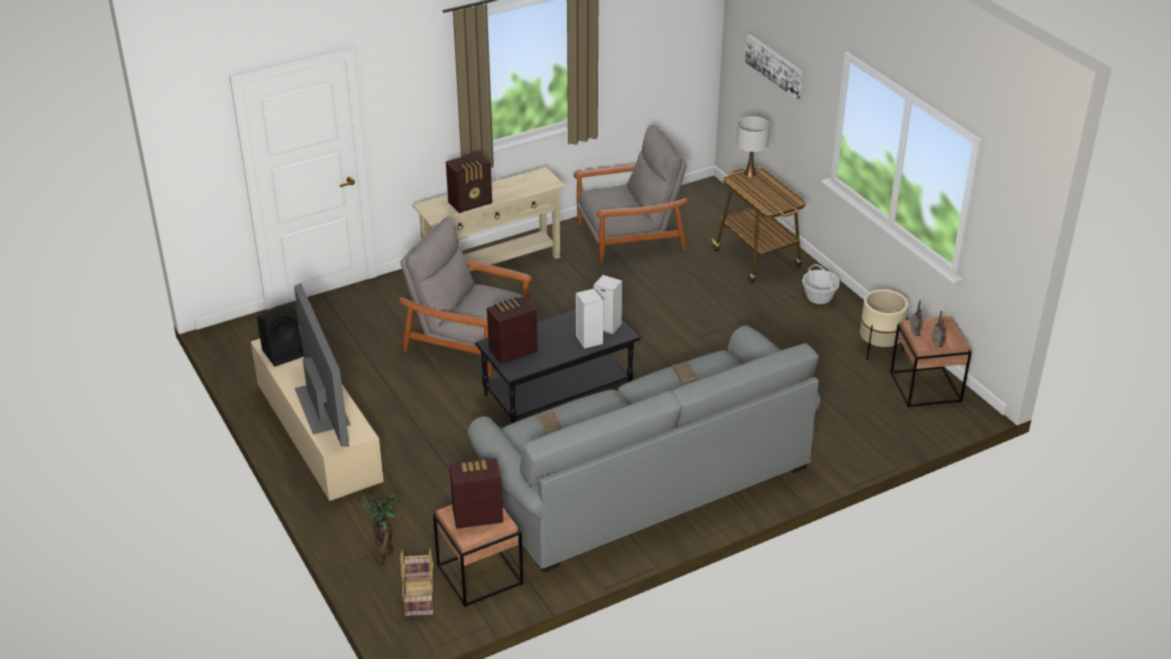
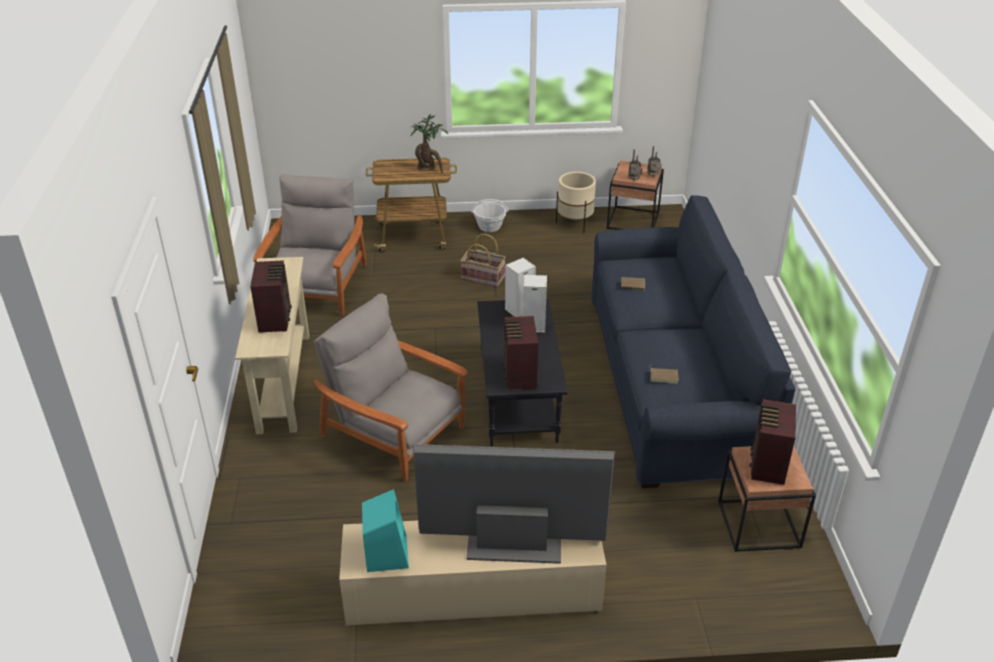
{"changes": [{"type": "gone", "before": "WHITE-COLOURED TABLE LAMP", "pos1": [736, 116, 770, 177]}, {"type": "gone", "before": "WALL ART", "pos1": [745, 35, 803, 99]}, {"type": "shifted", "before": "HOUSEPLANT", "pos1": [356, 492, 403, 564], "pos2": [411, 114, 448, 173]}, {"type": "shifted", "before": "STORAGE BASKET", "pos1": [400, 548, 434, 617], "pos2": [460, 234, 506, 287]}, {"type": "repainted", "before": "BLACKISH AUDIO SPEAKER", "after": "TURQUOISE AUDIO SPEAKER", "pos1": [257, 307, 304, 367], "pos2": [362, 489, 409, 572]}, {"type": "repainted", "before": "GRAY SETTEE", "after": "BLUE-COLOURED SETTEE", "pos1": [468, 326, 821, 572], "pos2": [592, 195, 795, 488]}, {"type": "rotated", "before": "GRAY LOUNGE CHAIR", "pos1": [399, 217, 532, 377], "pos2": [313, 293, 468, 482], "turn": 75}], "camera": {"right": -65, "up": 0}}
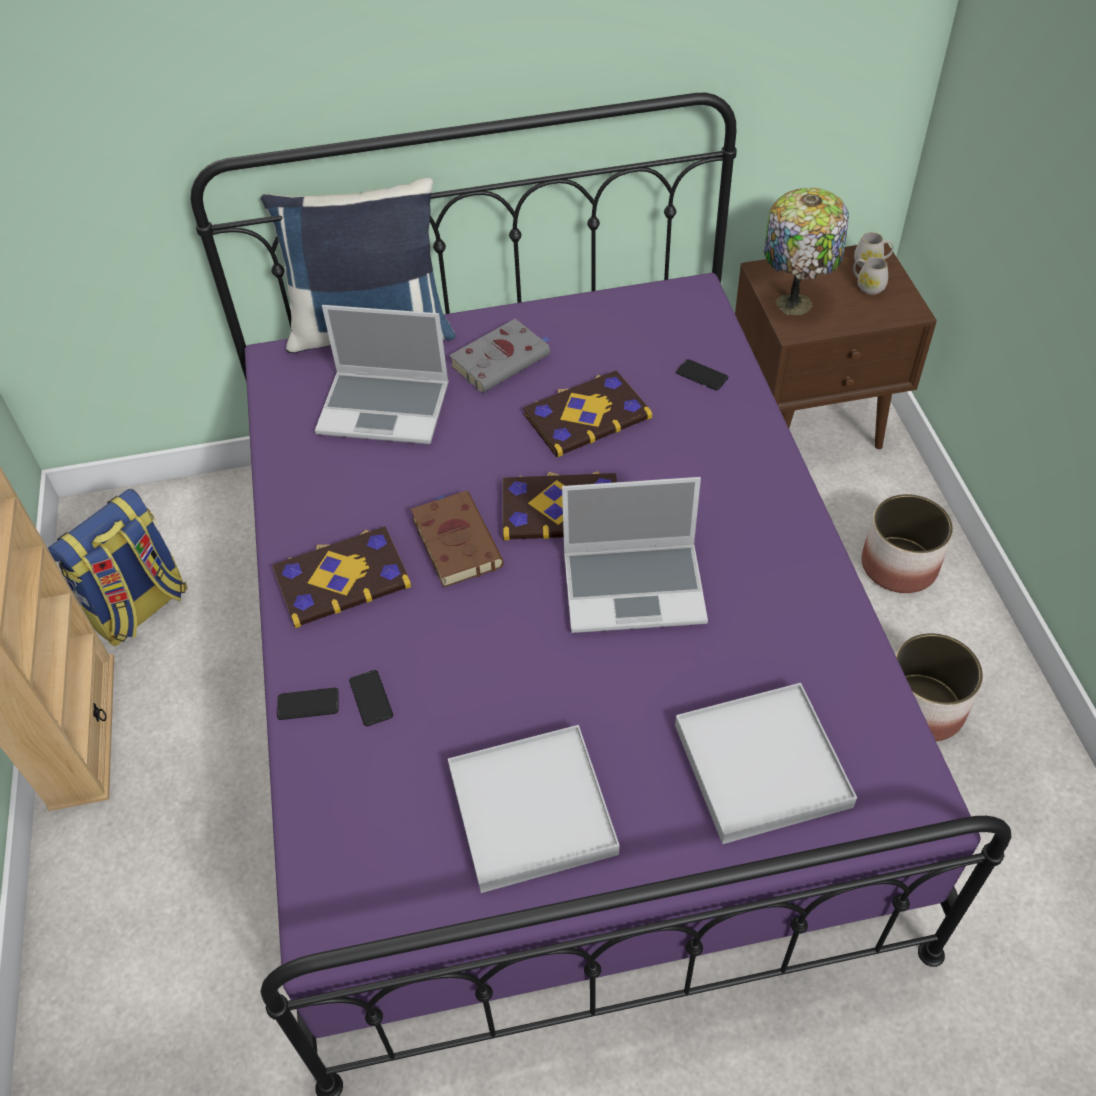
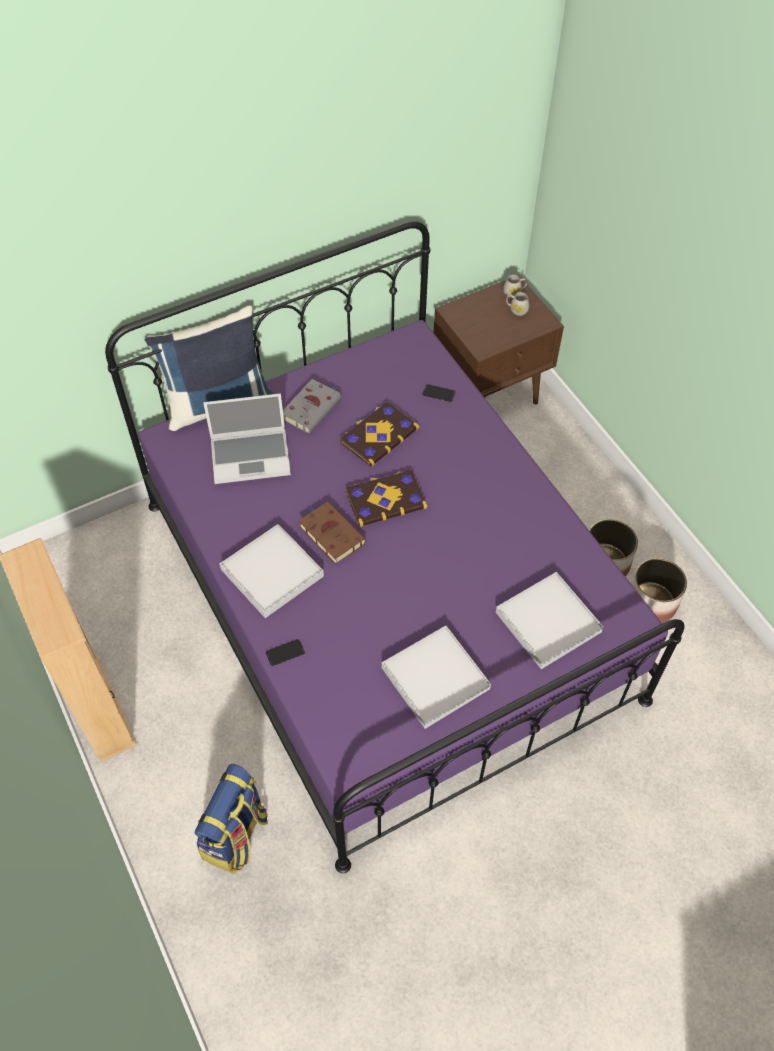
{"changes": [{"type": "gone", "before": "TELEPHONE", "pos1": [349, 670, 393, 726]}, {"type": "gone", "before": "PORTABLE COMPUTER", "pos1": [562, 477, 708, 633]}, {"type": "gone", "before": "TABLE LAMP", "pos1": [764, 188, 849, 315]}, {"type": "shifted", "before": "RUCKSACK", "pos1": [48, 489, 187, 646], "pos2": [194, 764, 268, 874]}, {"type": "shifted", "before": "FLOWER POT", "pos1": [862, 494, 953, 593], "pos2": [631, 558, 687, 623]}, {"type": "swapped", "before": "BOOK", "after": "WHITE-COLOURED TRAY", "pos1": [272, 526, 411, 628], "pos2": [220, 524, 324, 618]}], "camera": {"right": -20, "up": 5}}
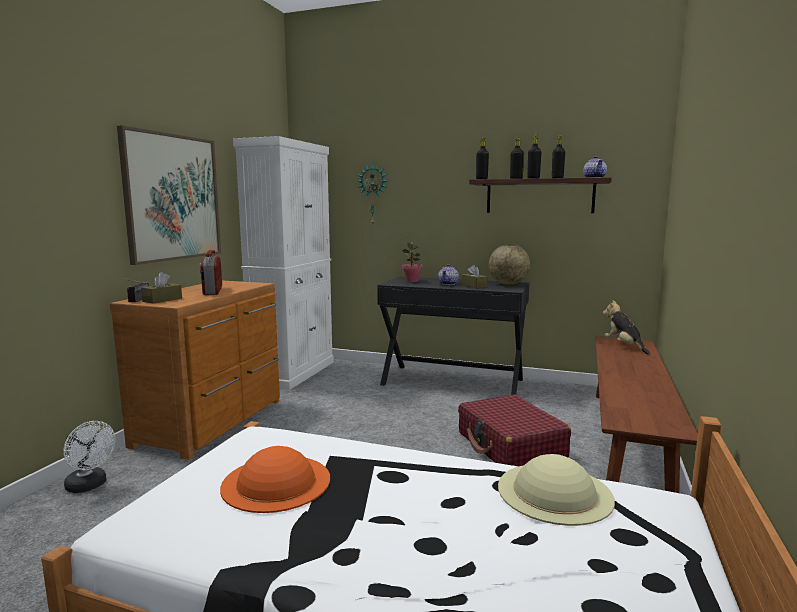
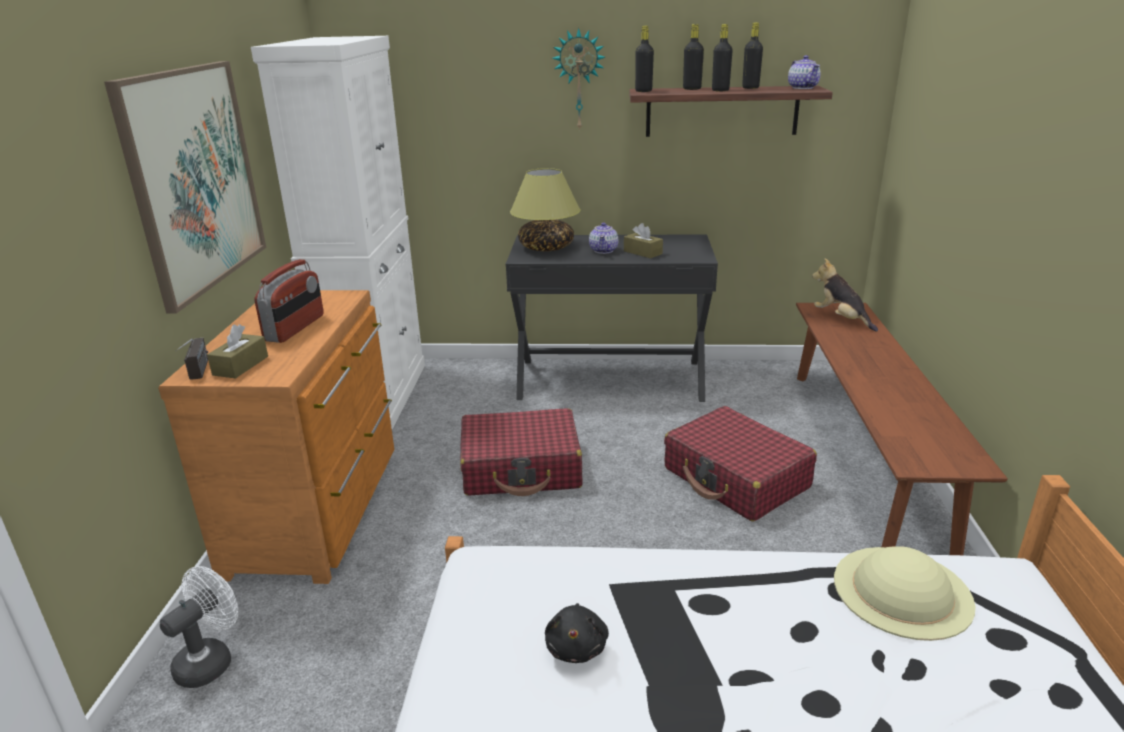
{"changes": [{"type": "gone", "before": "GLOBE", "pos1": [489, 244, 530, 285]}, {"type": "new", "after": "RED-COLOURED SUITCASE", "pos2": [460, 408, 582, 496]}, {"type": "shifted", "before": "HANGING CLOCK", "pos1": [357, 163, 387, 224], "pos2": [552, 28, 605, 131]}, {"type": "swapped", "before": "ORANGE-COLOURED WEARABLE HAT", "after": "BLACKISH SOFT TOY", "pos1": [220, 446, 330, 513], "pos2": [545, 603, 609, 663]}, {"type": "swapped", "before": "HOUSEPLANT", "after": "TABLE LAMP", "pos1": [402, 242, 422, 282], "pos2": [510, 168, 580, 251]}, {"type": "rotated", "before": "WHITE-COLOURED ELECTRIC FAN", "pos1": [63, 421, 115, 493], "pos2": [160, 566, 238, 688], "turn": -75}, {"type": "rotated", "before": "RADIO SET", "pos1": [200, 250, 222, 295], "pos2": [255, 259, 324, 343], "turn": -135}], "camera": {"right": -15, "up": 15}}
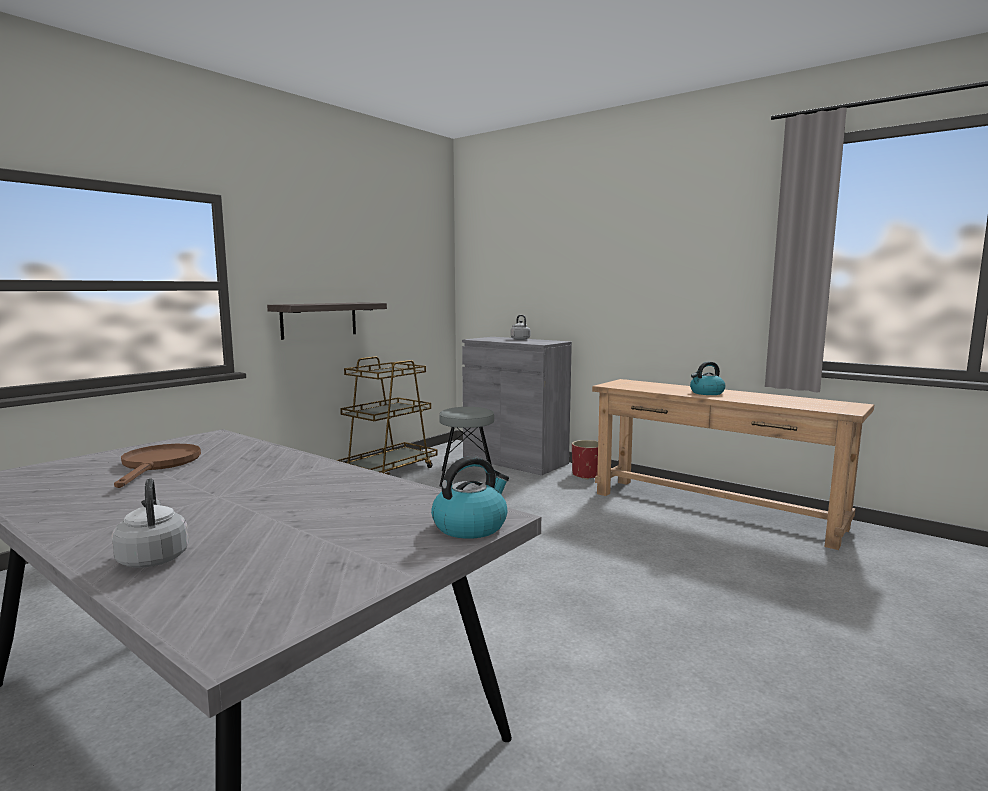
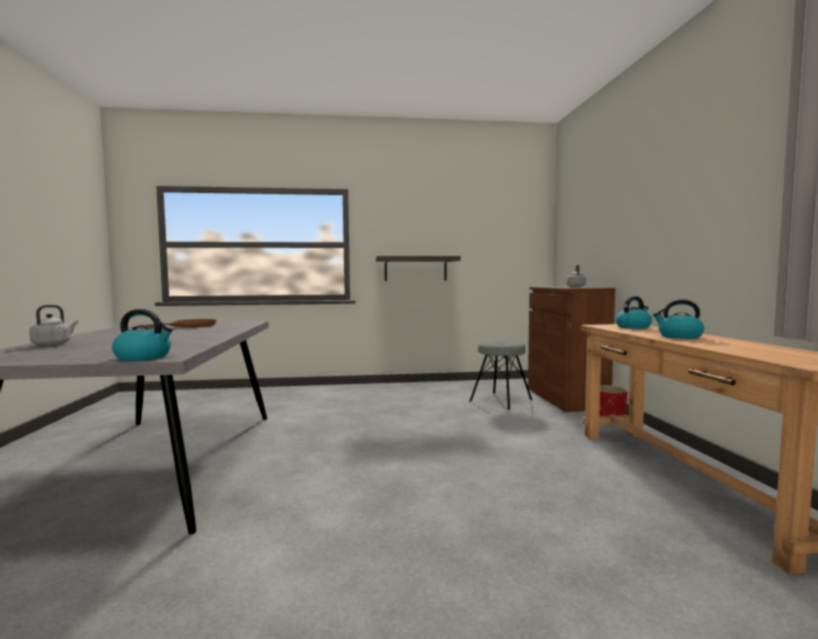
{"changes": [{"type": "gone", "before": "BROWN TROLLEY", "pos1": [337, 357, 438, 475]}, {"type": "new", "after": "WATER KETTLE", "pos2": [616, 296, 652, 329]}, {"type": "repainted", "before": "GRAY STORAGE CABINET", "after": "BROWN STORAGE CABINET", "pos1": [462, 337, 572, 475], "pos2": [528, 287, 615, 412]}], "camera": {"right": 45, "up": -5}}
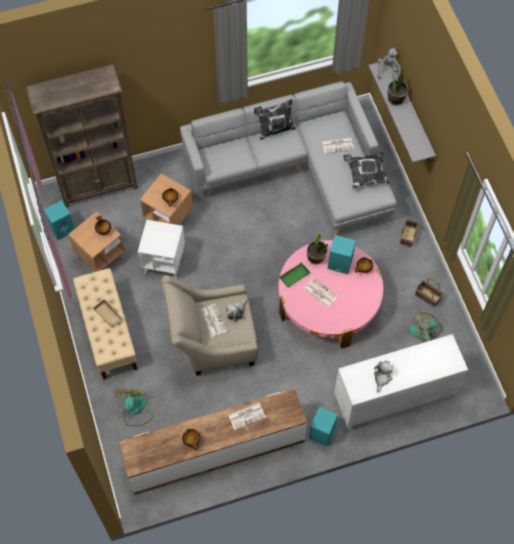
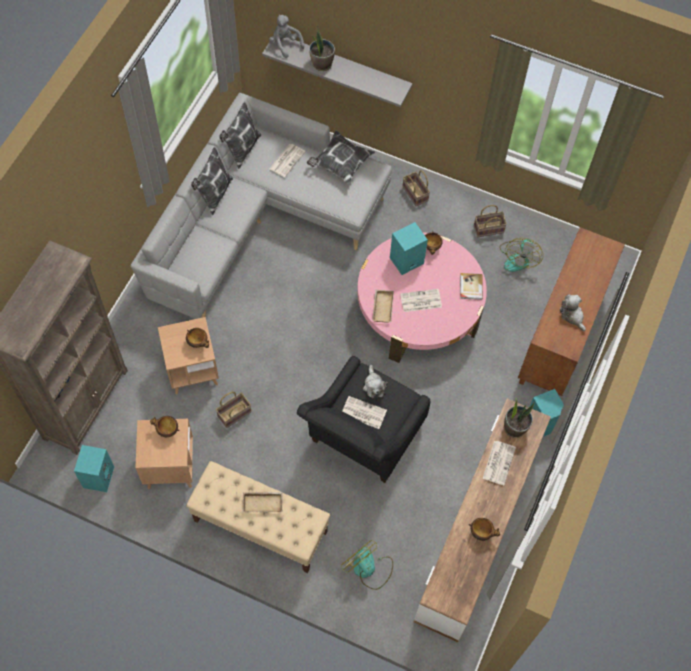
{"changes": [{"type": "new", "after": "CUSHION", "pos2": [219, 102, 261, 169]}, {"type": "new", "after": "BOOK", "pos2": [460, 273, 483, 300]}, {"type": "shifted", "before": "HOUSEPLANT", "pos1": [307, 232, 328, 265], "pos2": [504, 399, 534, 438]}, {"type": "swapped", "before": "WHITE-COLOURED END TABLE", "after": "STORAGE BASKET", "pos1": [138, 220, 185, 279], "pos2": [216, 392, 251, 428]}, {"type": "repainted", "before": "BEIGE LOUNGE CHAIR", "after": "BLACKISH LOUNGE CHAIR", "pos1": [161, 275, 258, 376], "pos2": [297, 356, 431, 483]}, {"type": "repainted", "before": "GREEN-COLOURED TRAY", "after": "BEIGE TRAY", "pos1": [279, 262, 311, 288], "pos2": [372, 290, 394, 323]}, {"type": "repainted", "before": "WHITE-COLOURED STORAGE CABINET", "after": "BROWN STORAGE CABINET", "pos1": [334, 334, 468, 429], "pos2": [518, 227, 625, 396]}], "camera": {"right": -50, "up": 0}}
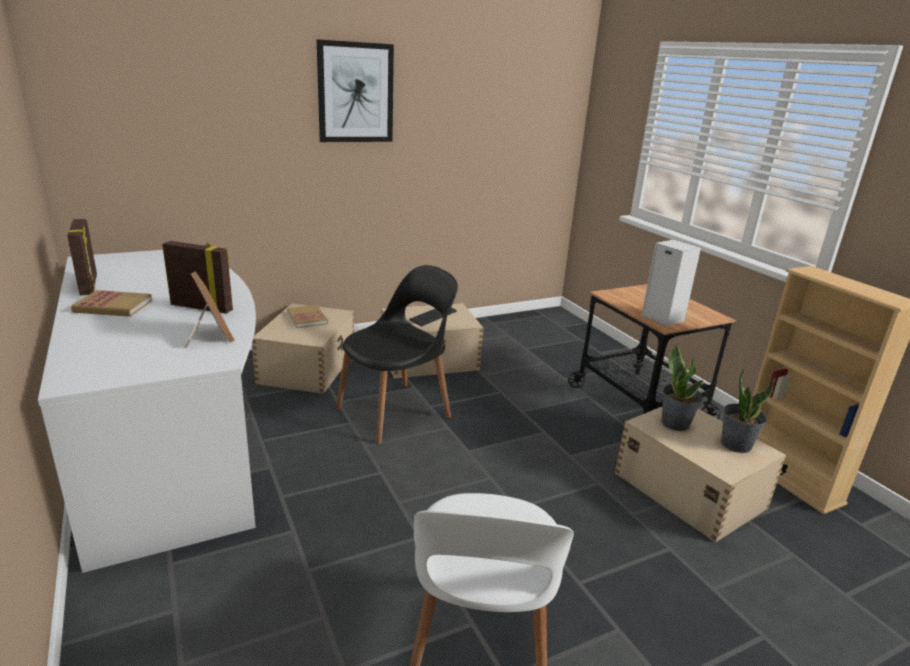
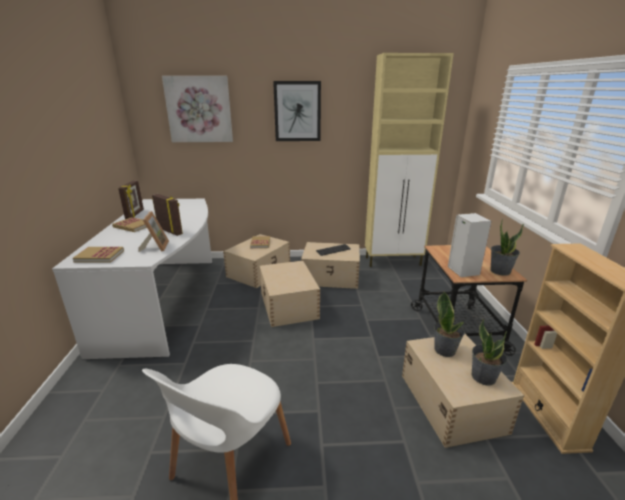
{"changes": [{"type": "new", "after": "BOOK", "pos2": [73, 247, 124, 263]}, {"type": "new", "after": "WALL ART", "pos2": [162, 76, 233, 142]}, {"type": "new", "after": "BEIGE STORAGE CABINET", "pos2": [365, 53, 454, 267]}, {"type": "new", "after": "HOUSEPLANT", "pos2": [490, 219, 524, 276]}, {"type": "swapped", "before": "BLACKISH UPRIGHT CHAIR", "after": "BEIGE STORAGE CONTAINER", "pos1": [336, 265, 458, 444], "pos2": [260, 260, 320, 327]}], "camera": {"right": 25, "up": 0}}
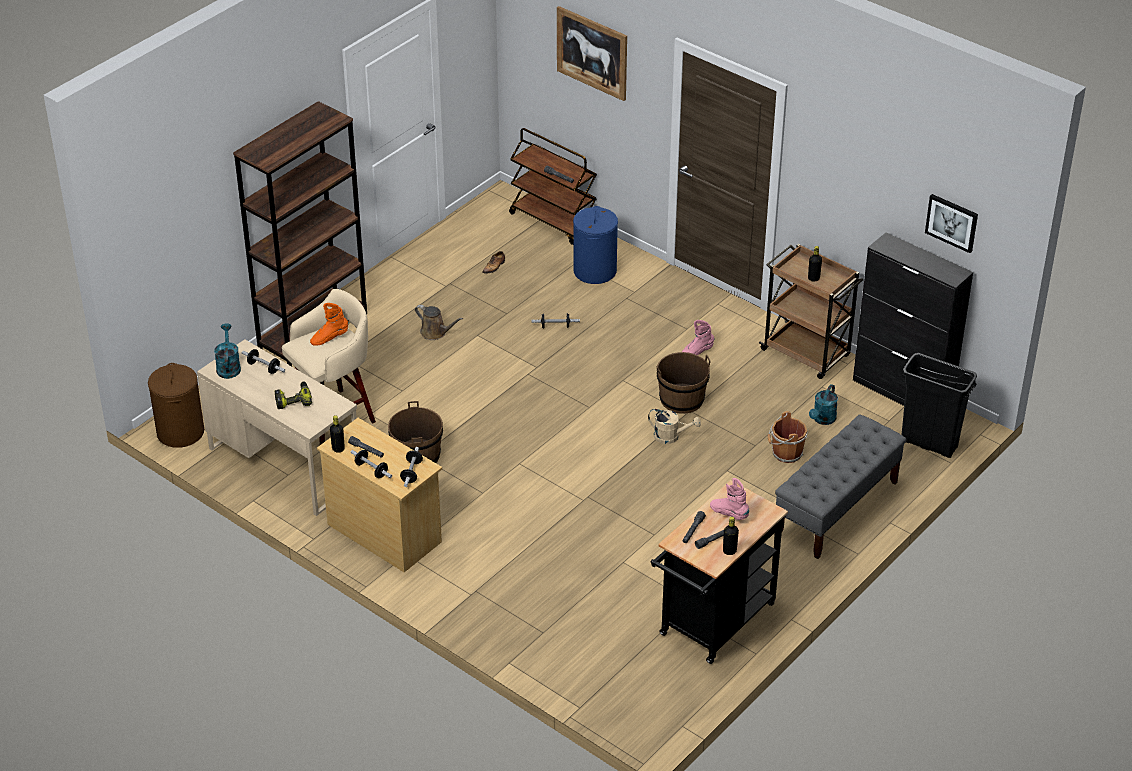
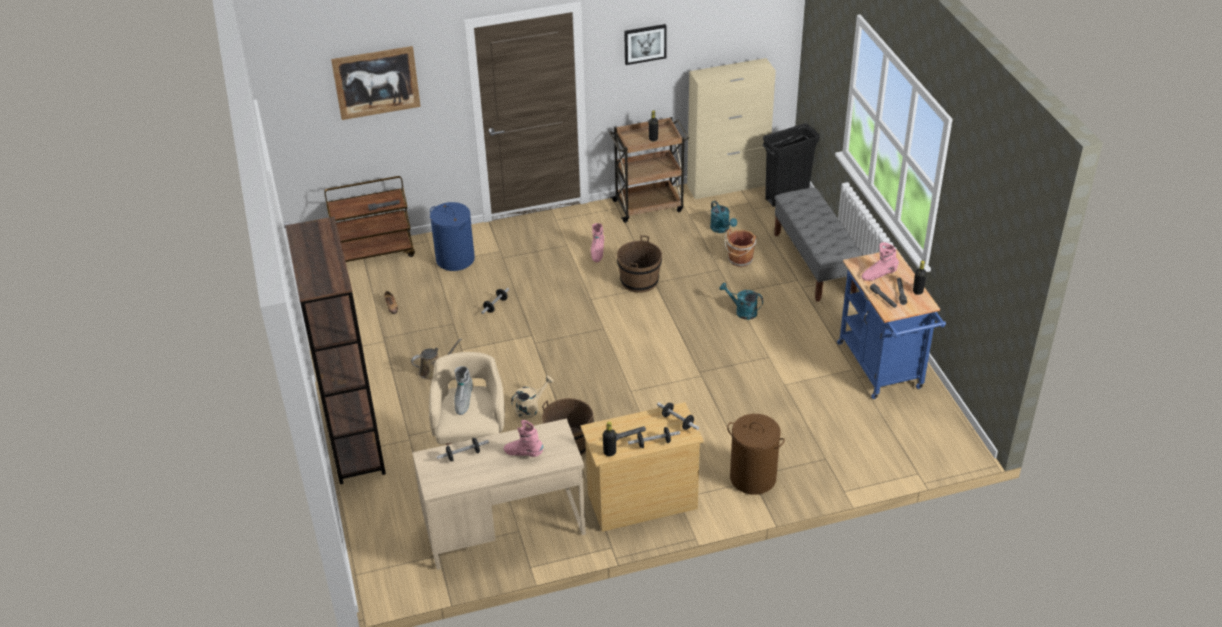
{"changes": [{"type": "shifted", "before": "BROWN LAUNDRY BASKET", "pos1": [148, 363, 204, 448], "pos2": [727, 414, 785, 495]}, {"type": "shifted", "before": "TURQUOISE WATERING CAN", "pos1": [214, 323, 241, 379], "pos2": [719, 283, 763, 320]}, {"type": "shifted", "before": "BEIGE WATERING CAN", "pos1": [648, 409, 701, 444], "pos2": [511, 375, 554, 419]}, {"type": "shifted", "before": "WALL ART", "pos1": [925, 194, 978, 253], "pos2": [624, 24, 667, 65]}, {"type": "swapped", "before": "DRILL", "after": "PINKISH BOOT", "pos1": [274, 381, 312, 409], "pos2": [504, 420, 543, 457]}, {"type": "repainted", "before": "ORANGE-COLOURED BOOT", "after": "GRAY BOOT", "pos1": [310, 303, 349, 346], "pos2": [454, 366, 473, 415]}, {"type": "repainted", "before": "BLACKISH TROLLEY", "after": "BLUE-COLOURED TROLLEY", "pos1": [651, 480, 788, 664], "pos2": [837, 249, 946, 399]}, {"type": "repainted", "before": "BLACKISH STORAGE CABINET", "after": "BEIGE STORAGE CABINET", "pos1": [853, 233, 973, 406], "pos2": [687, 58, 776, 199]}], "camera": {"right": -55, "up": 0}}
